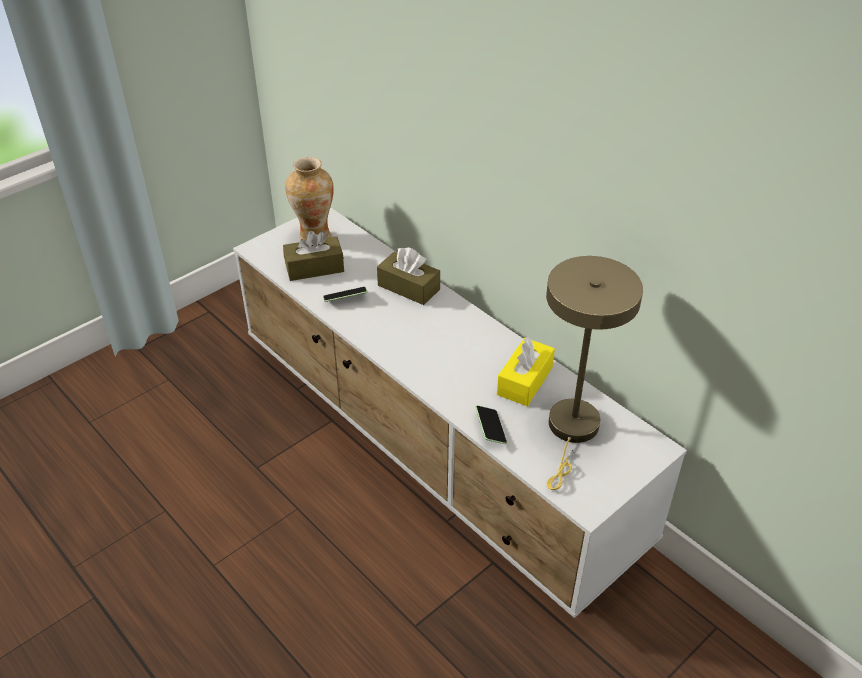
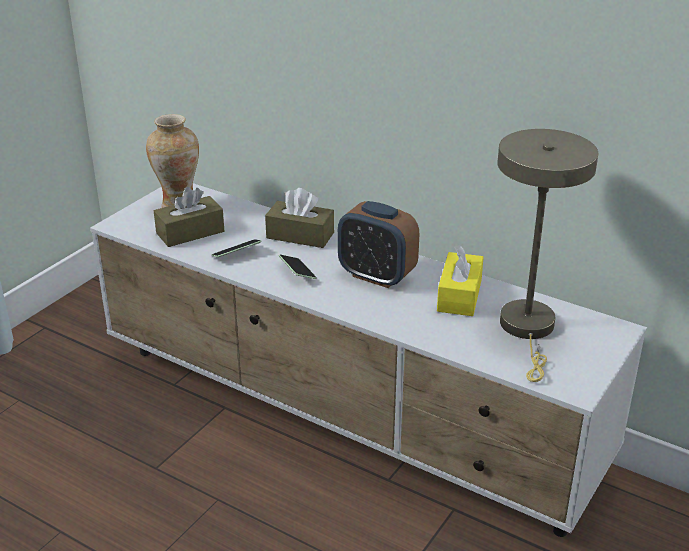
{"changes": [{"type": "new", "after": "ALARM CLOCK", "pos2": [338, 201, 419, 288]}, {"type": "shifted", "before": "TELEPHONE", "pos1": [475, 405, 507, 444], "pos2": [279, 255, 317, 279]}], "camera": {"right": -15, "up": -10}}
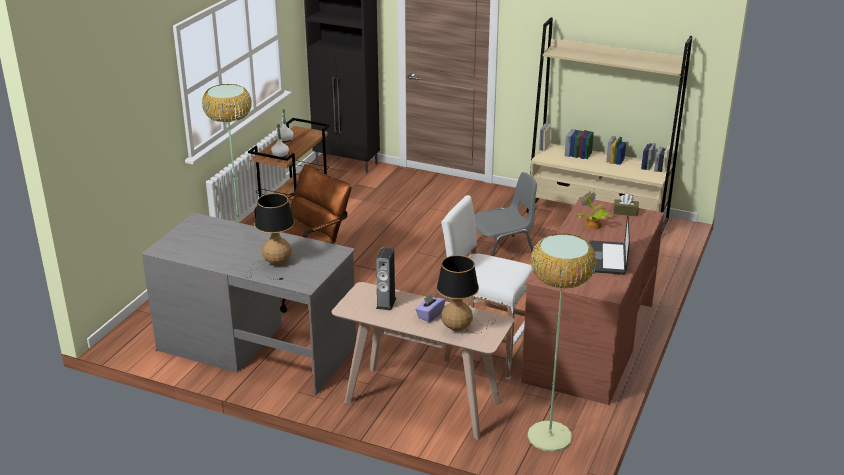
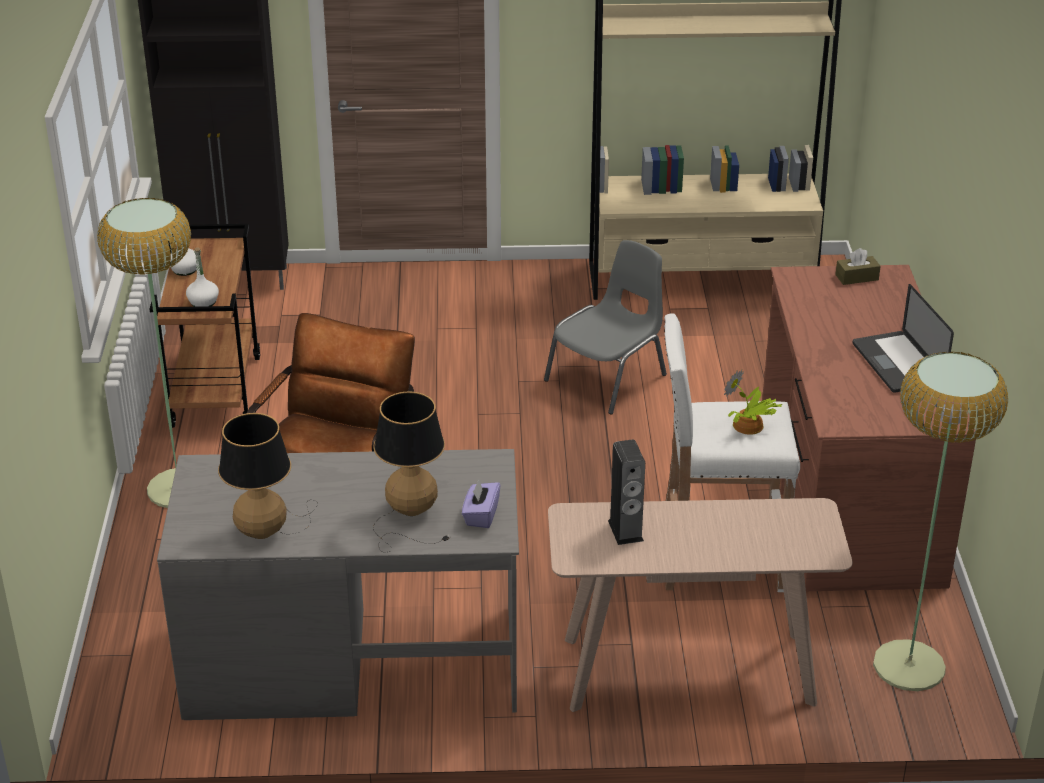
{"changes": [{"type": "shifted", "before": "PURPLISH TISSUE HOLDER", "pos1": [415, 293, 445, 322], "pos2": [462, 480, 500, 528]}, {"type": "shifted", "before": "TABLE LAMP", "pos1": [436, 255, 496, 333], "pos2": [218, 413, 318, 539]}, {"type": "shifted", "before": "HOUSEPLANT", "pos1": [577, 191, 611, 230], "pos2": [724, 370, 782, 435]}], "camera": {"right": -25, "up": 5}}
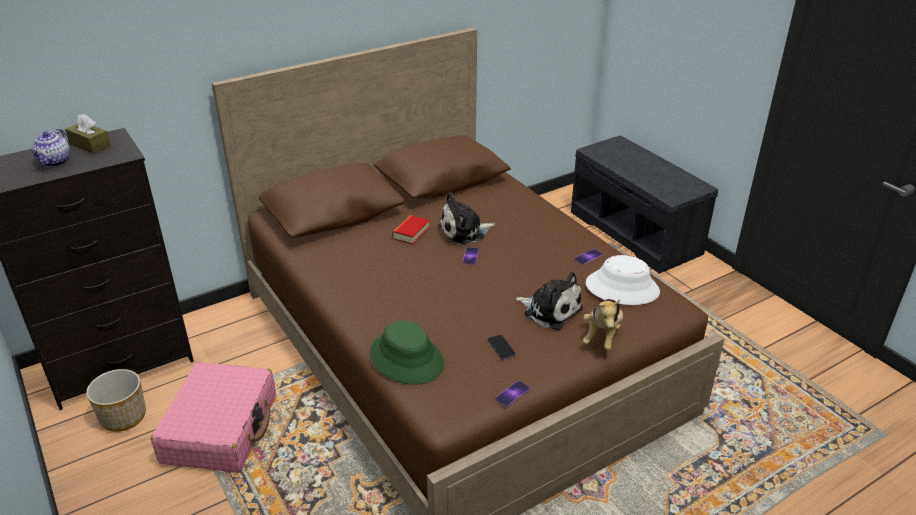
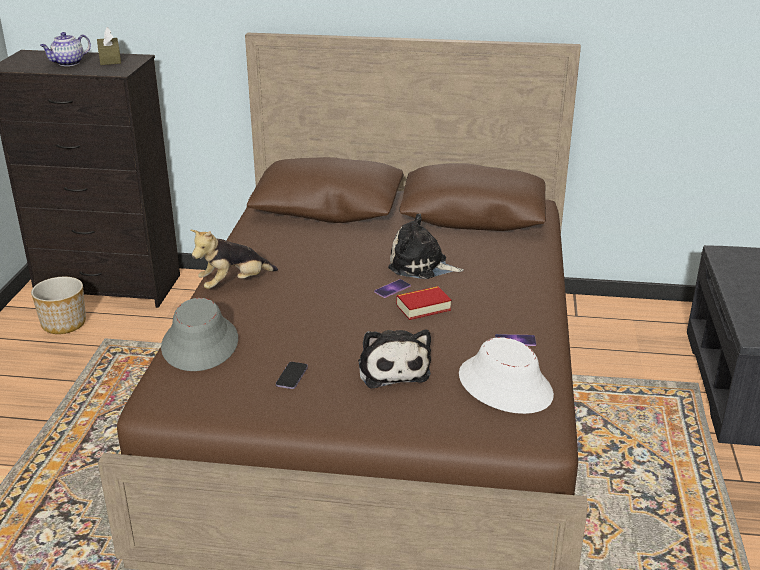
{"changes": [{"type": "gone", "before": "PINKISH SUITCASE", "pos1": [151, 362, 276, 473]}, {"type": "gone", "before": "TELEPHONE", "pos1": [495, 380, 530, 407]}, {"type": "shifted", "before": "BOOK", "pos1": [392, 215, 430, 244], "pos2": [396, 286, 451, 320]}, {"type": "shifted", "before": "SOFT TOY", "pos1": [583, 299, 623, 350], "pos2": [190, 230, 278, 289]}, {"type": "repainted", "before": "GREEN-COLOURED WEARABLE HAT", "after": "GRAY WEARABLE HAT", "pos1": [370, 320, 444, 385], "pos2": [161, 298, 238, 371]}], "camera": {"right": 40, "up": -5}}
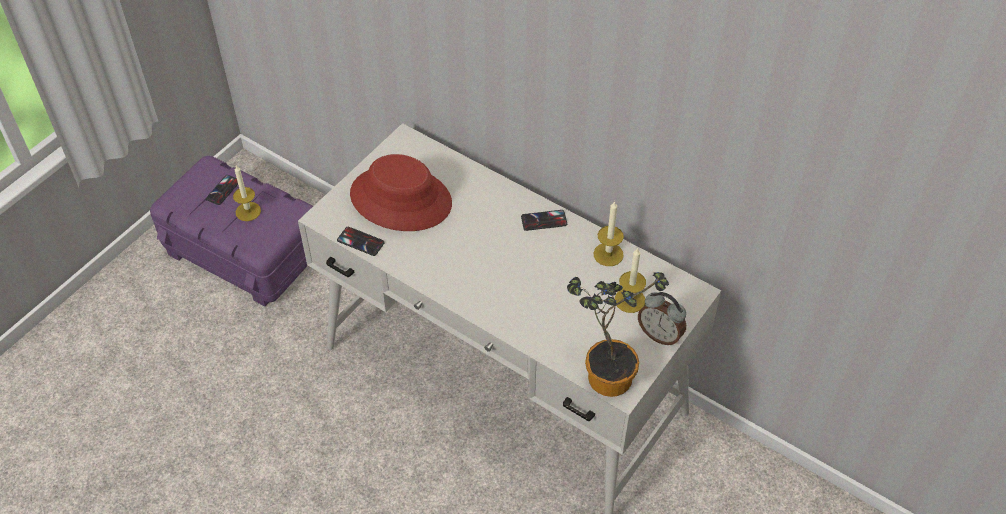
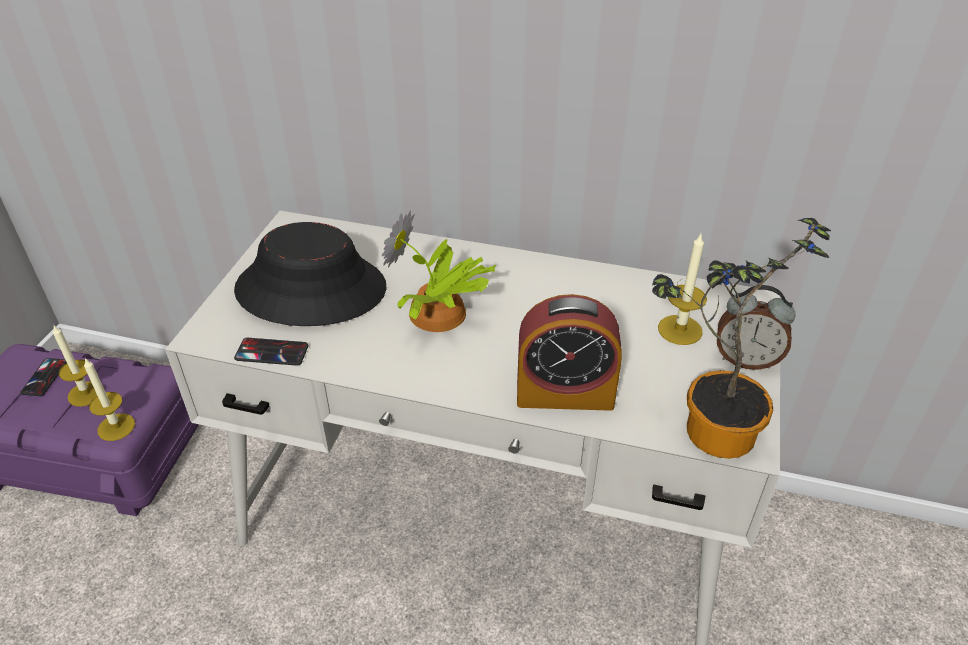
{"changes": [{"type": "gone", "before": "TELEPHONE", "pos1": [521, 210, 567, 231]}, {"type": "new", "after": "HOUSEPLANT", "pos2": [382, 211, 496, 332]}, {"type": "new", "after": "ALARM CLOCK", "pos2": [517, 294, 622, 411]}, {"type": "shifted", "before": "CANDLE", "pos1": [593, 201, 624, 266], "pos2": [84, 358, 135, 441]}, {"type": "repainted", "before": "RED-COLOURED WEARABLE HAT", "after": "BLACKISH WEARABLE HAT", "pos1": [350, 154, 452, 231], "pos2": [234, 222, 387, 326]}], "camera": {"right": -20, "up": -10}}
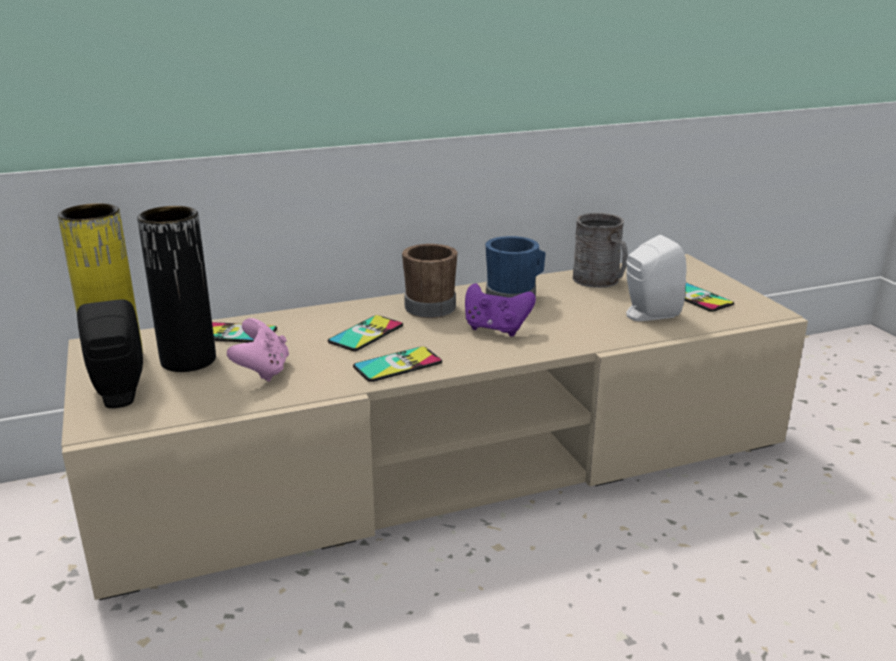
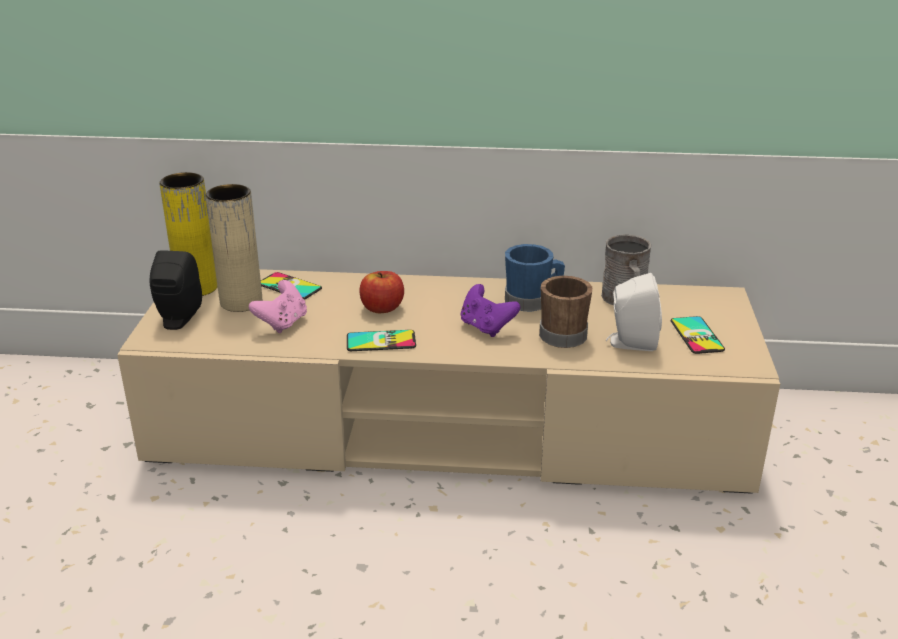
{"changes": [{"type": "shifted", "before": "BROWN TEA MUG", "pos1": [402, 244, 458, 318], "pos2": [539, 276, 592, 348]}, {"type": "swapped", "before": "TELEPHONE", "after": "WHOLE APPLE", "pos1": [328, 315, 403, 351], "pos2": [360, 271, 404, 313]}, {"type": "repainted", "before": "BLACKISH FLOWER VASE", "after": "BEIGE FLOWER VASE", "pos1": [137, 206, 216, 372], "pos2": [206, 184, 262, 312]}], "camera": {"right": 25, "up": 5}}
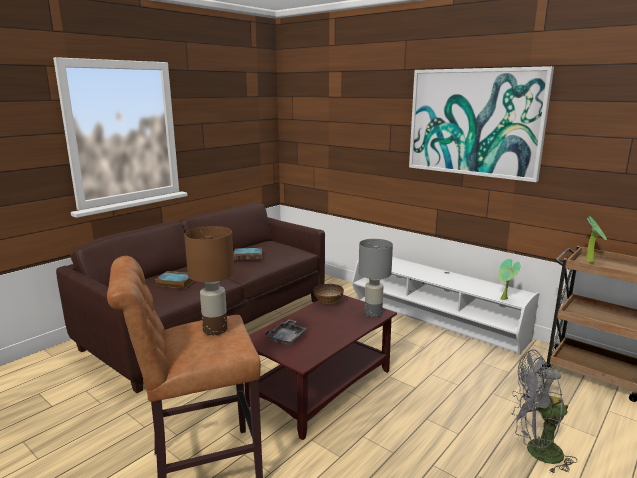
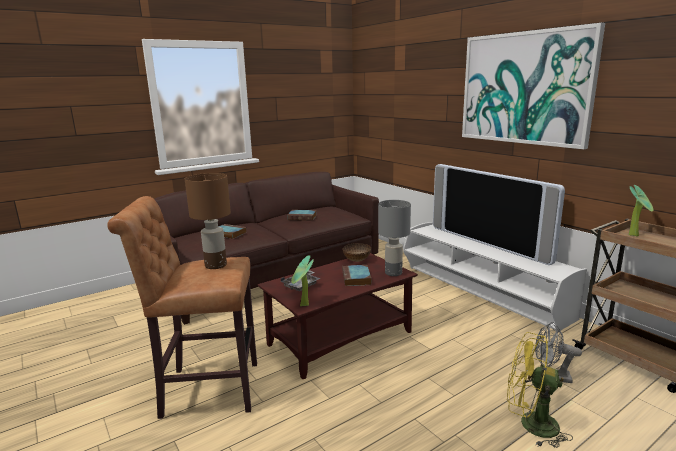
{"changes": [{"type": "new", "after": "BOOK", "pos2": [342, 265, 372, 286]}, {"type": "new", "after": "TV SET", "pos2": [433, 164, 565, 265]}, {"type": "shifted", "before": "HOUSEPLANT", "pos1": [498, 259, 520, 300], "pos2": [291, 255, 314, 306]}, {"type": "repainted", "before": "GRAY ELECTRIC FAN", "after": "YELLOWISH ELECTRIC FAN", "pos1": [511, 365, 577, 474], "pos2": [507, 332, 573, 448]}], "camera": {"right": 15, "up": 0}}
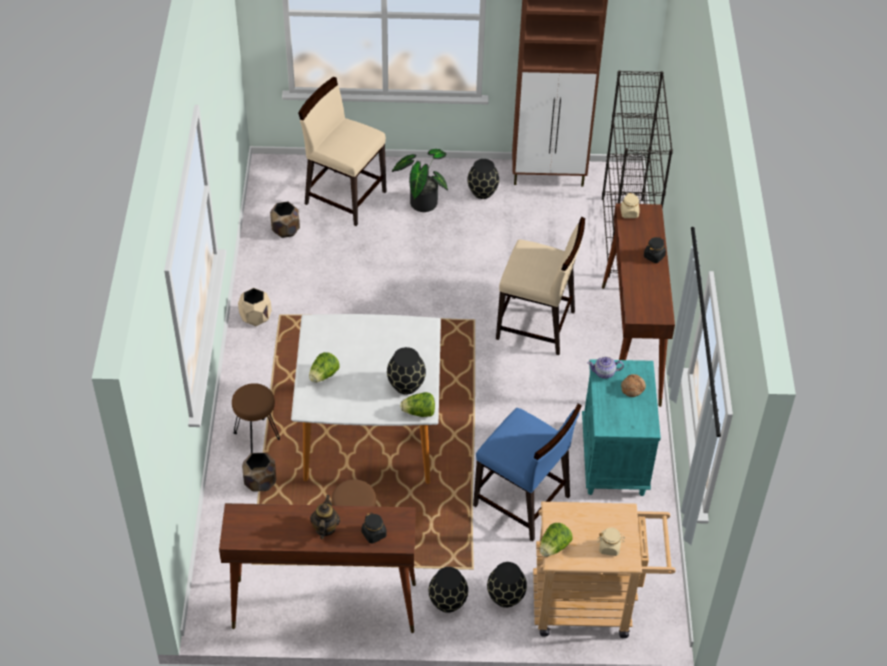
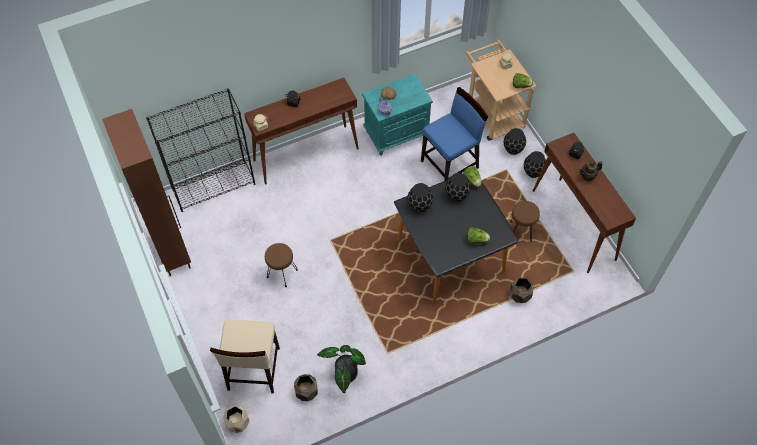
{"changes": [{"type": "gone", "before": "BEIGE UPRIGHT CHAIR", "pos1": [496, 217, 585, 355]}, {"type": "shifted", "before": "BROWN SITTING STOOL", "pos1": [232, 383, 280, 454], "pos2": [265, 243, 298, 287]}, {"type": "shifted", "before": "BEIGE FLOWER POT", "pos1": [238, 288, 272, 326], "pos2": [223, 405, 249, 433]}, {"type": "shifted", "before": "HOUSEPLANT", "pos1": [392, 149, 448, 212], "pos2": [317, 345, 366, 393]}, {"type": "shifted", "before": "BLACKISH FLOWER VASE", "pos1": [467, 159, 499, 199], "pos2": [407, 183, 433, 212]}, {"type": "repainted", "before": "WHITE-COLOURED DINNER TABLE", "after": "BLACKISH DINNER TABLE", "pos1": [291, 314, 441, 484], "pos2": [394, 180, 519, 304]}, {"type": "rotated", "before": "BLUE-COLOURED UPRIGHT CHAIR", "pos1": [473, 404, 582, 541], "pos2": [421, 87, 488, 181], "turn": 45}], "camera": {"right": -115, "up": 10}}
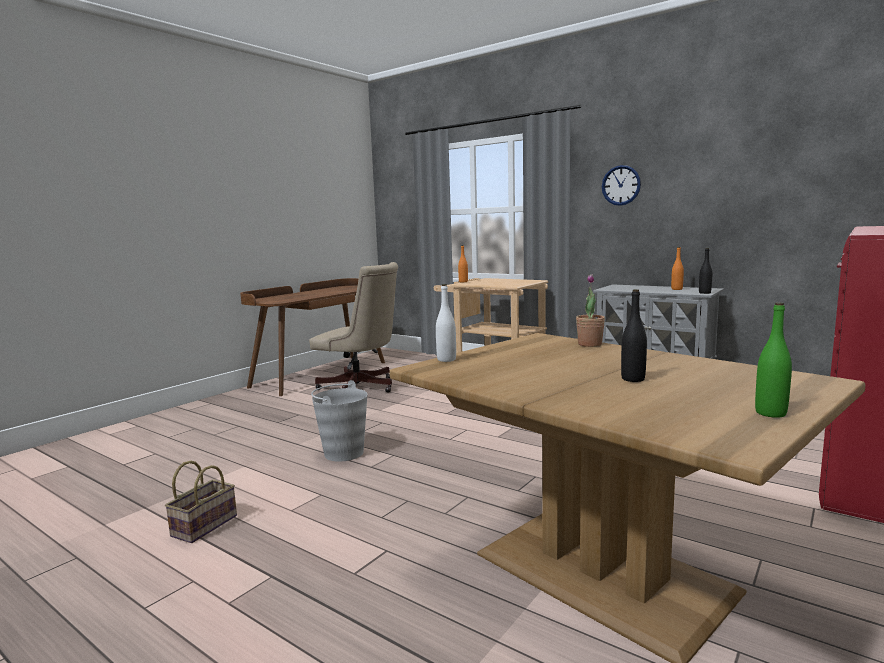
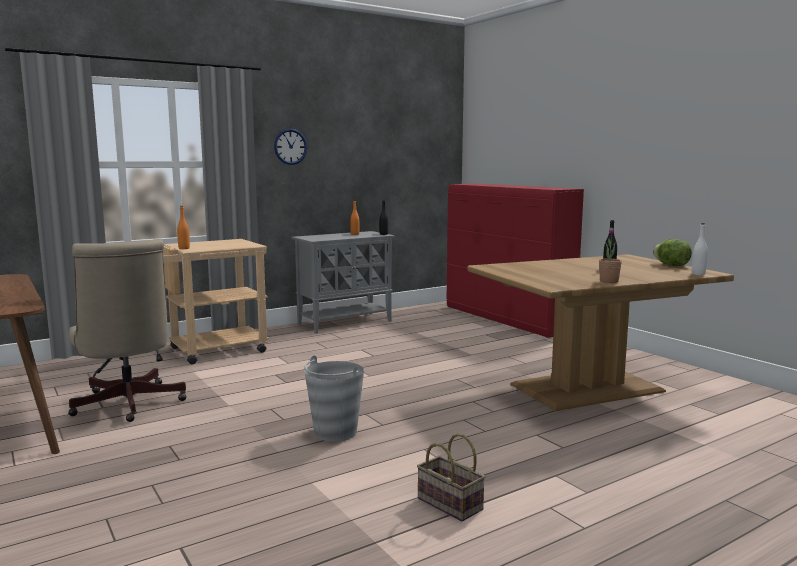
{"changes": [{"type": "shifted", "before": "WHITE-COLOURED DRINK BOTTLE", "pos1": [436, 284, 456, 362], "pos2": [692, 223, 708, 275]}, {"type": "shifted", "before": "HOUSEPLANT", "pos1": [576, 274, 605, 347], "pos2": [599, 228, 622, 283]}, {"type": "swapped", "before": "GREEN-COLOURED DRINK BOTTLE", "after": "LETTUCE HEAD", "pos1": [755, 302, 792, 418], "pos2": [653, 239, 692, 266]}, {"type": "rotated", "before": "BEIGE COMPUTER CHAIR", "pos1": [309, 262, 398, 393], "pos2": [68, 239, 187, 422], "turn": 105}], "camera": {"right": -70, "up": 0}}
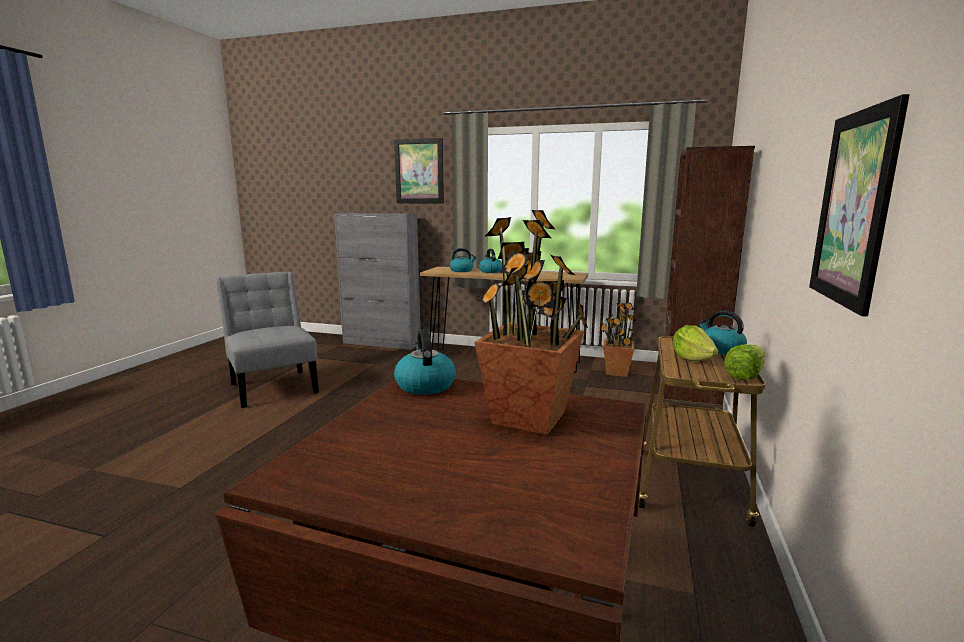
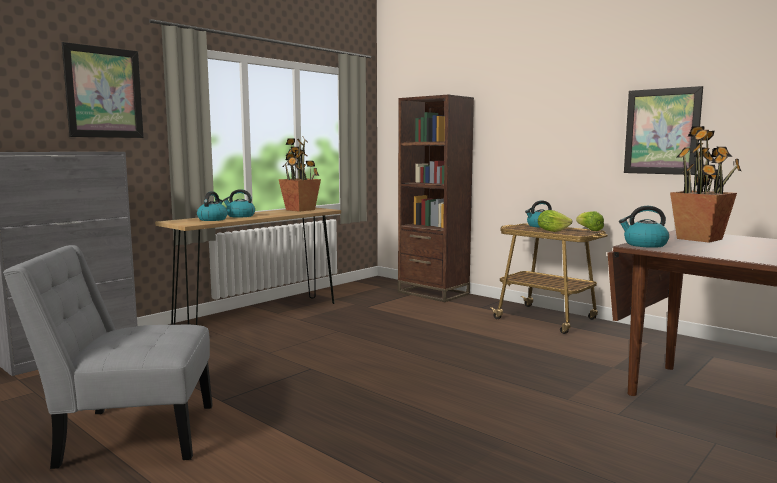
{"changes": [{"type": "shifted", "before": "HOUSEPLANT", "pos1": [600, 303, 637, 377], "pos2": [278, 137, 321, 212]}], "camera": {"right": -65, "up": -5}}
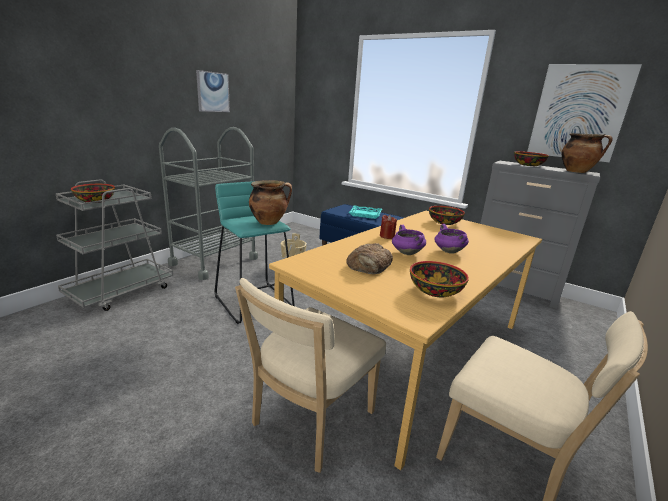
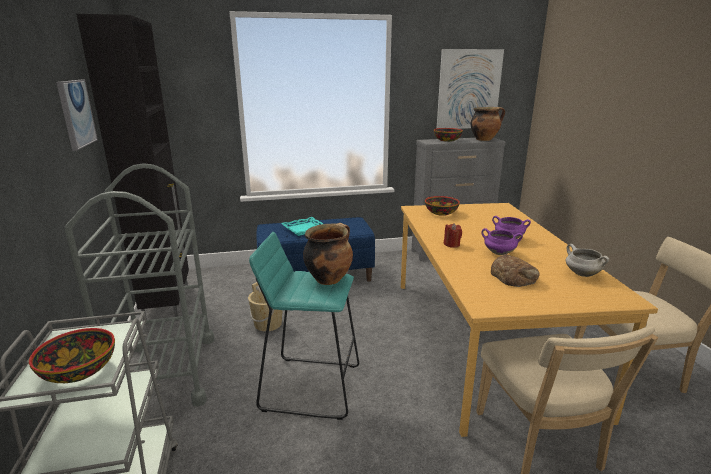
{"changes": [{"type": "new", "after": "BLACKISH STORAGE CABINET", "pos2": [76, 14, 189, 324]}, {"type": "swapped", "before": "DEEP DISH", "after": "WHITE-COLOURED SAUCEPOT", "pos1": [410, 261, 469, 297], "pos2": [566, 244, 609, 277]}], "camera": {"right": -45, "up": 0}}
